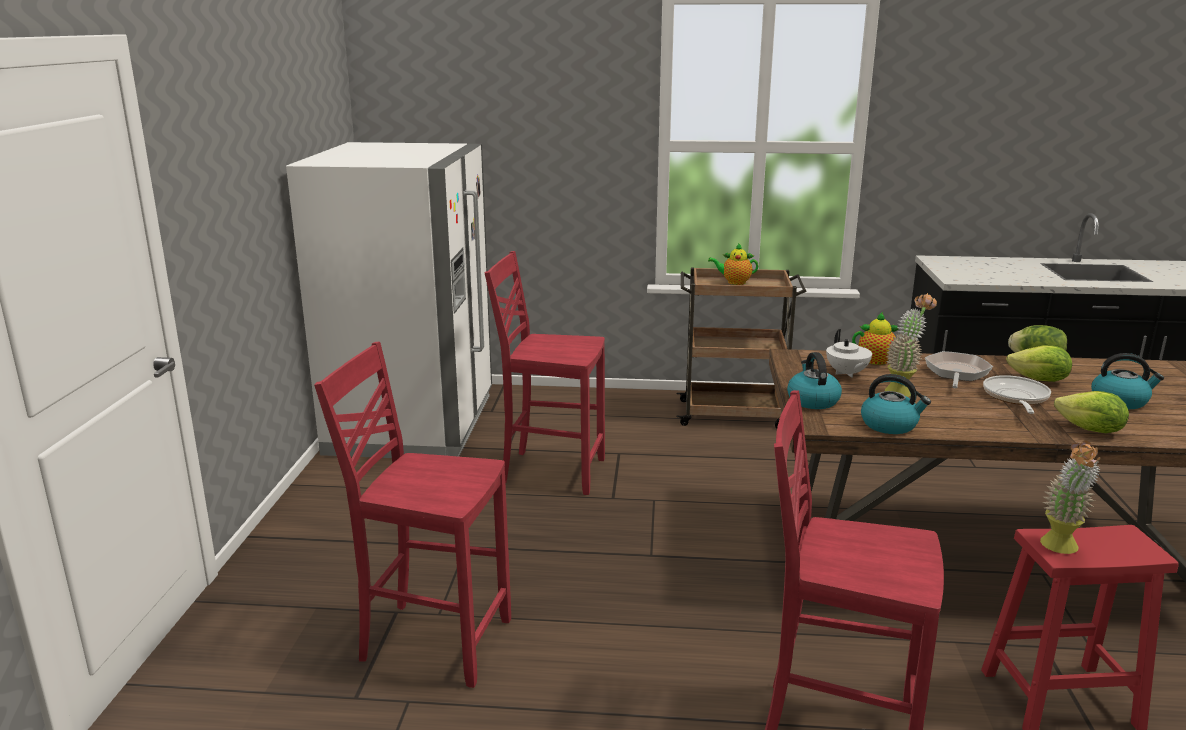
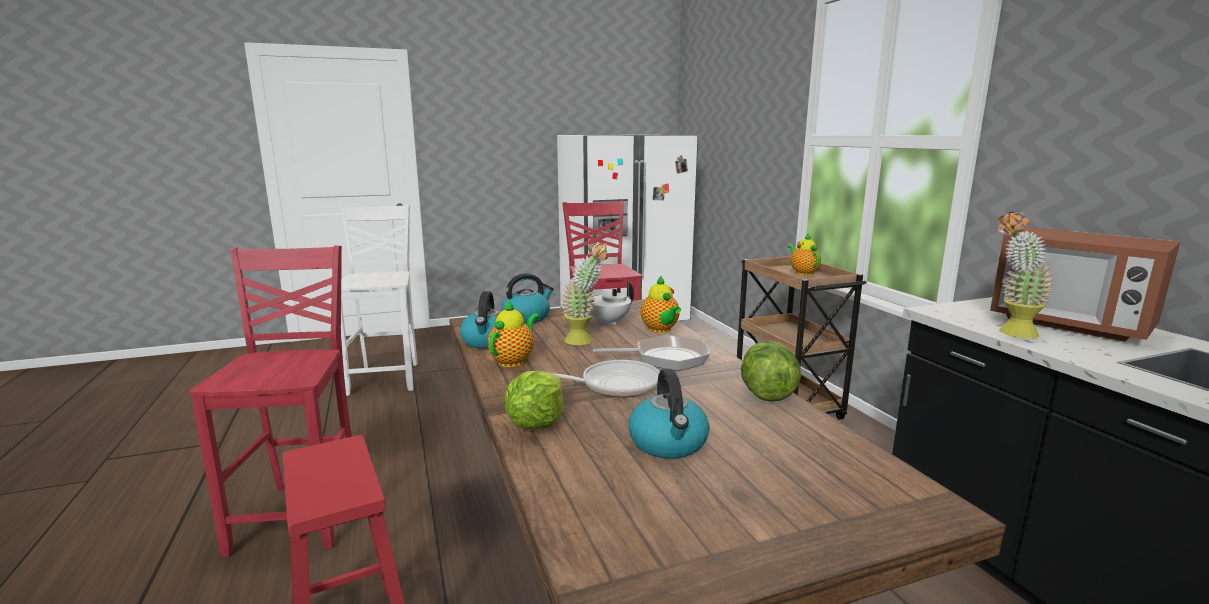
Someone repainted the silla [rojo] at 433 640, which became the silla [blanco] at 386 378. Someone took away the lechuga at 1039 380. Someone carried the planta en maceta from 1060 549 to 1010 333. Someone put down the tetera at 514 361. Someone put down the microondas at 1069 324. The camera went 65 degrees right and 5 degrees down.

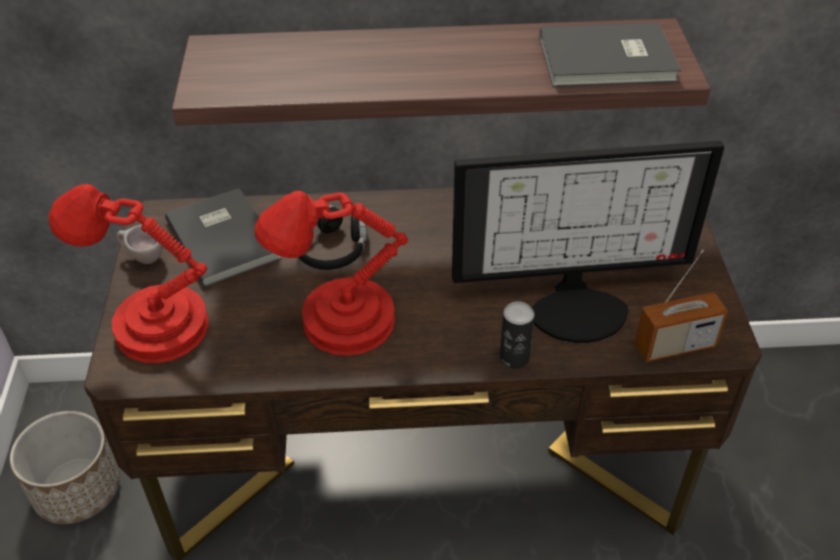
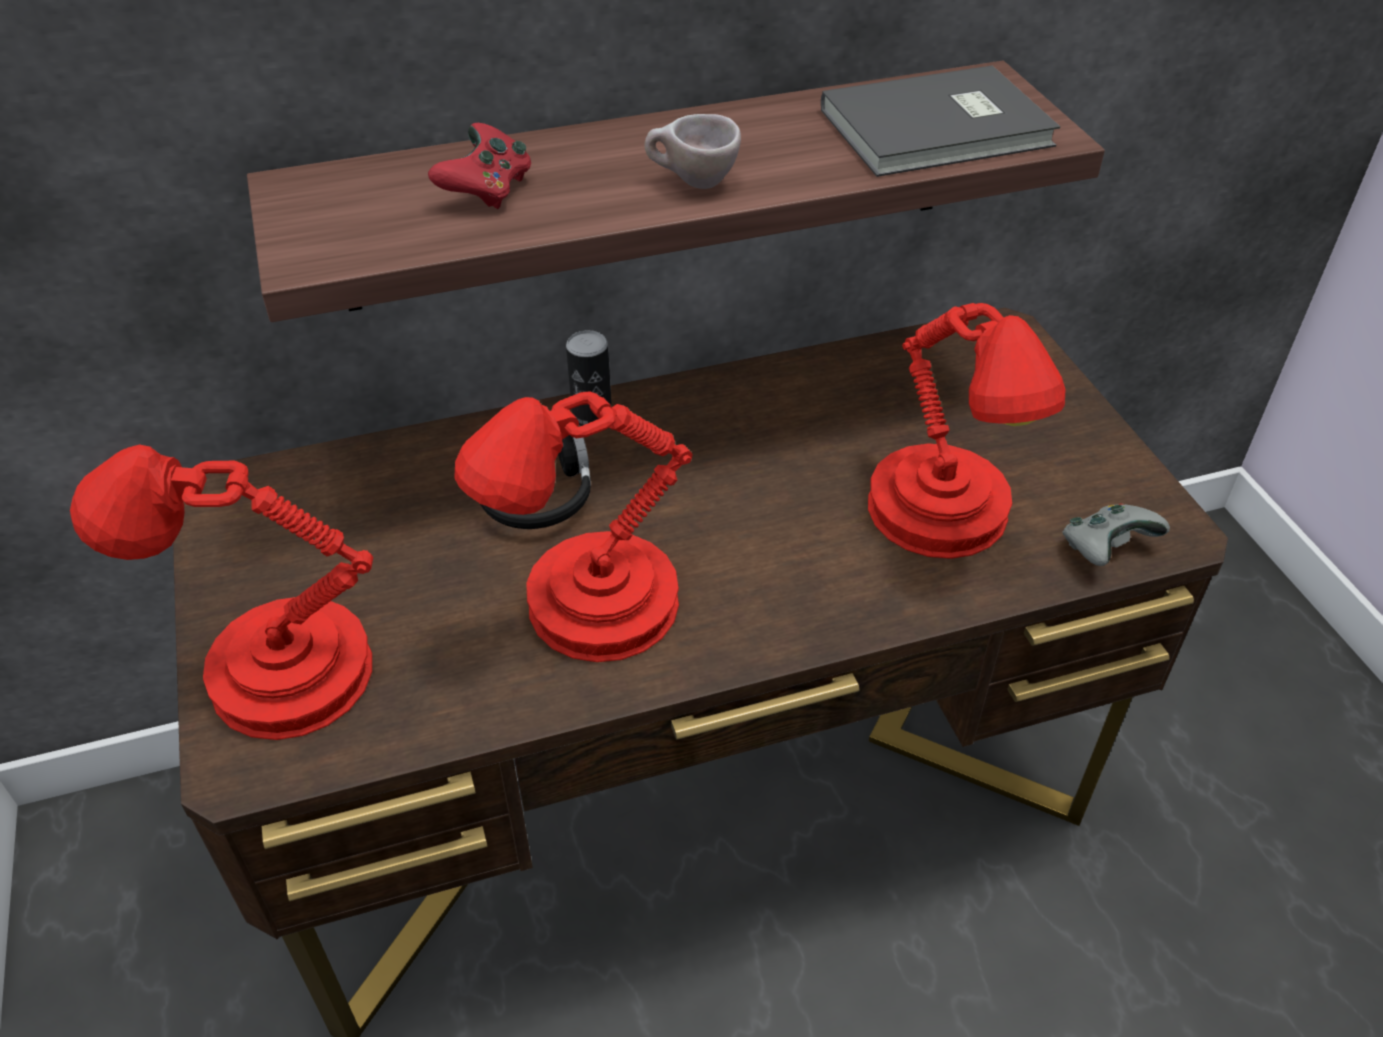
Someone took away the maceta at 78 490. Someone carried the taza [beis] from 144 258 to 692 183. Someone took away the libro [gris] at 225 237. Someone swapped the monitor at 578 307 for the lámpara de mesa [rojo] at 944 516. Someone carried the lata from 514 358 to 592 416. Someone swapped the radio at 675 346 for the mando de consola [gris] at 1105 549. Someone put down the mando de consola [rojo] at 487 190. The camera went 15 degrees left and 0 degrees up.

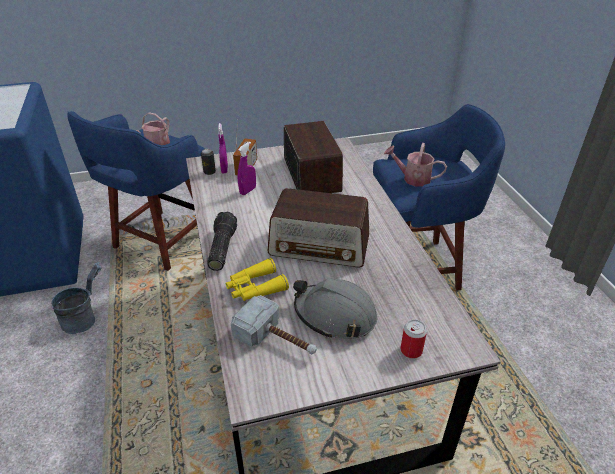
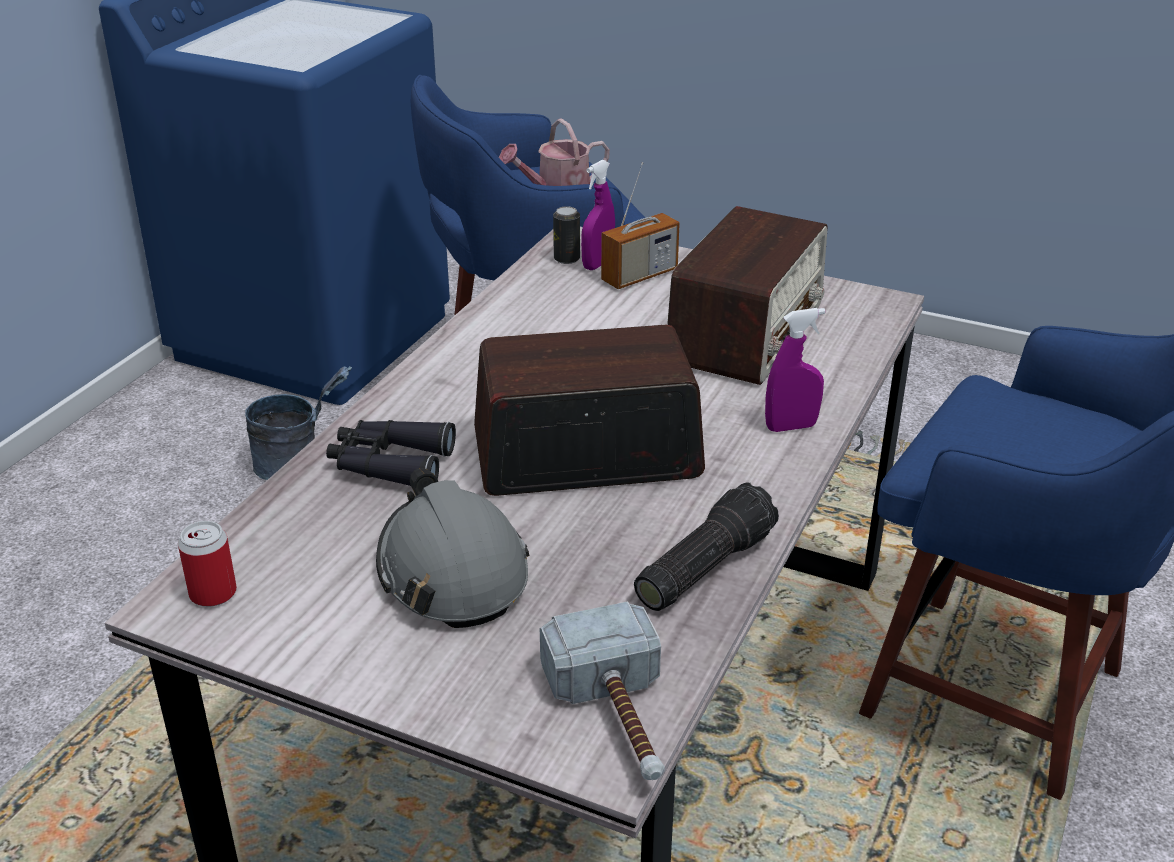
Someone carried the linterna from 221 248 to 702 566. Someone repainted the prismáticos [amarillo] at 255 288, which became the prismáticos [negro] at 389 464. Someone carried the martillo from 277 340 to 618 719. Someone carried the pulverizador [morado] from 248 191 to 791 427. Someone rotated the radio at 320 246 by 120 degrees clockwise. Someone took away the regadera at 412 178. Someone carried the lata from 411 350 to 213 593. The camera went 40 degrees right and 5 degrees down.

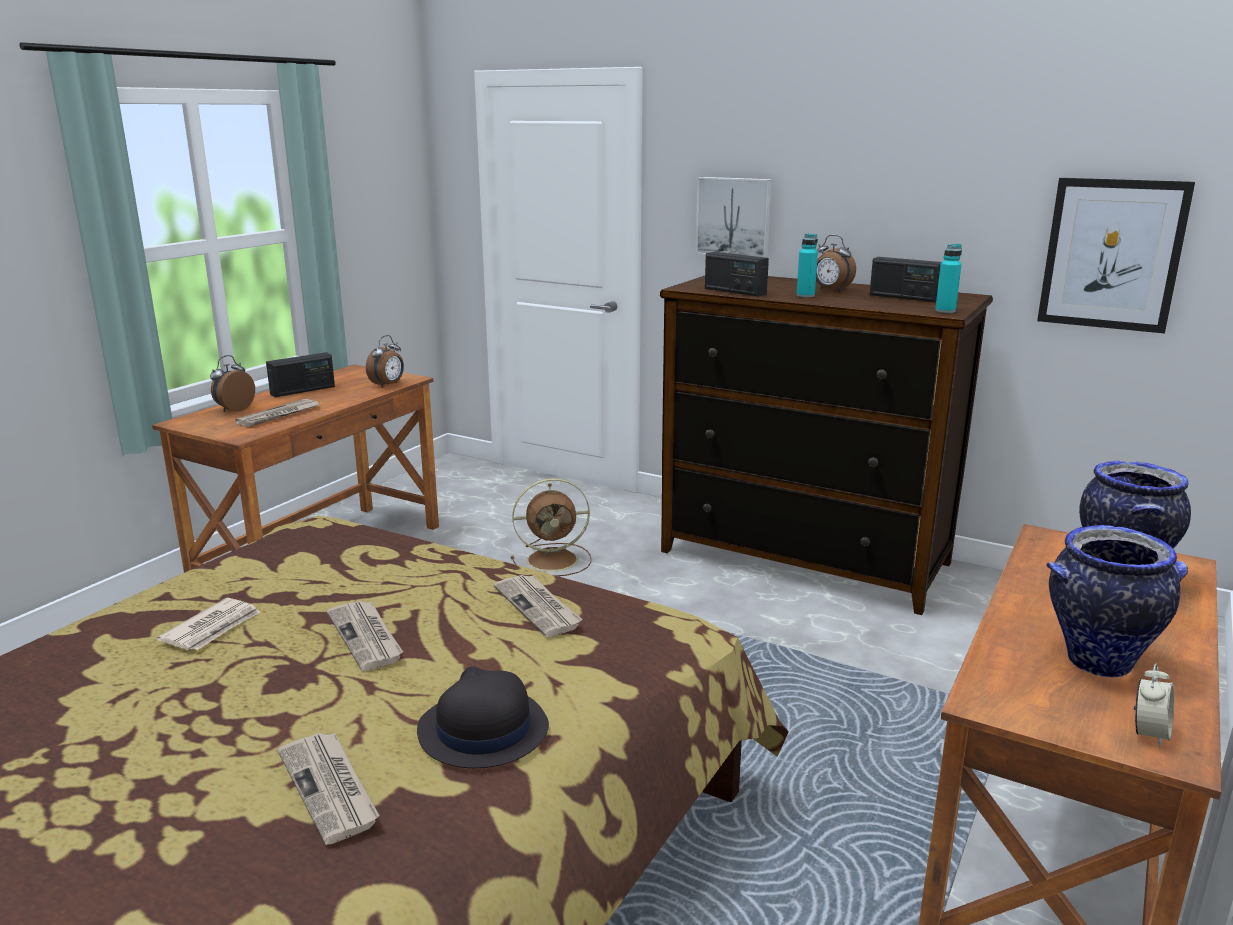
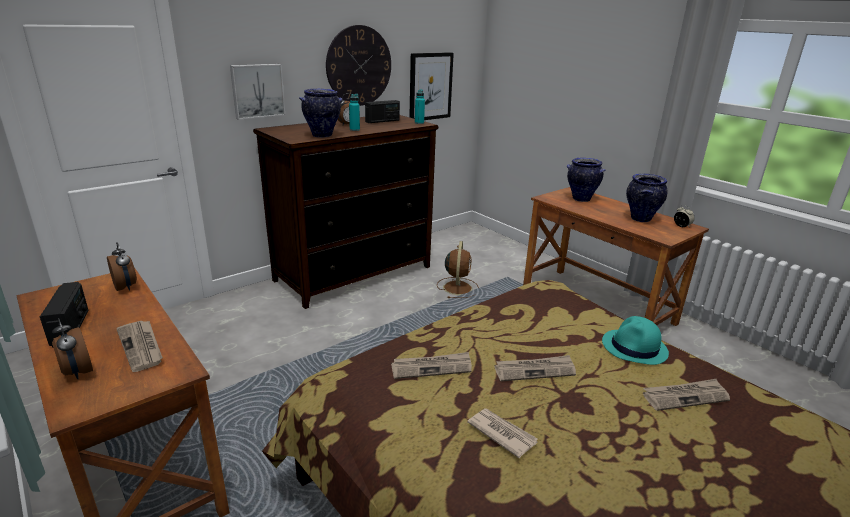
Someone repainted the sombrero [negro] at 482 730, which became the sombrero [turquesa] at 634 348. Someone carried the periódico from 539 607 to 432 367. Someone carried the ventilador [marrón] from 554 560 to 457 287. Someone swapped the radio at 734 291 for the florero at 322 135. Someone put up the reloj de pared at 359 66. The camera went 70 degrees left and 5 degrees up.

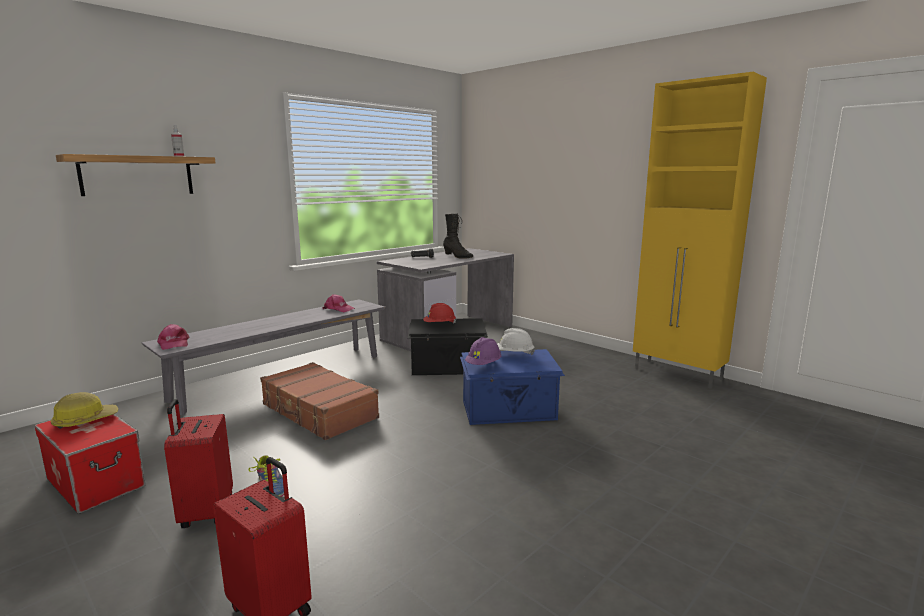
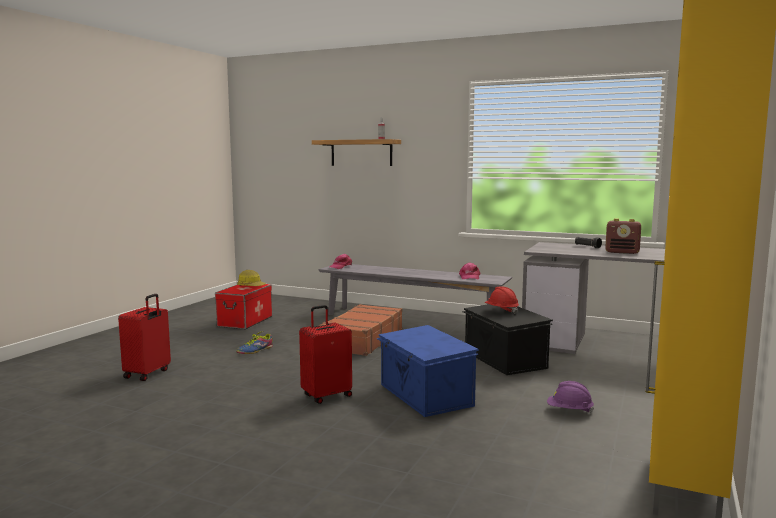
Someone carried the maleta [rojo] from 205 512 to 326 395. Someone swapped the bota [negro] at 457 257 for the radio at 622 252. Someone carried the casco [morado] from 483 365 to 569 411. Someone took away the casco [blanco] at 514 354. The camera went 70 degrees right and 5 degrees down.

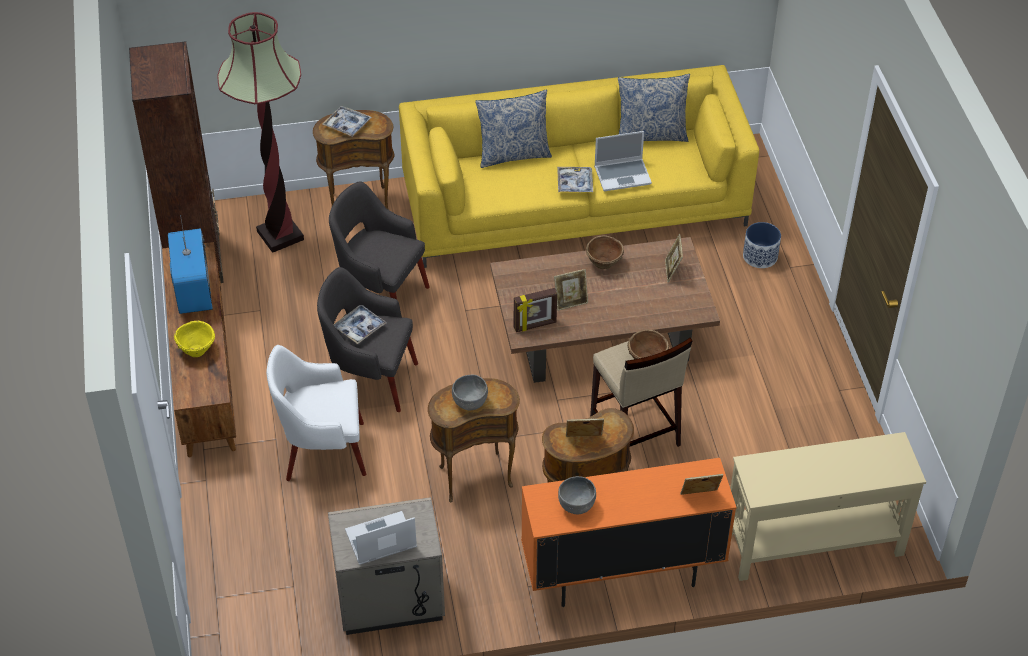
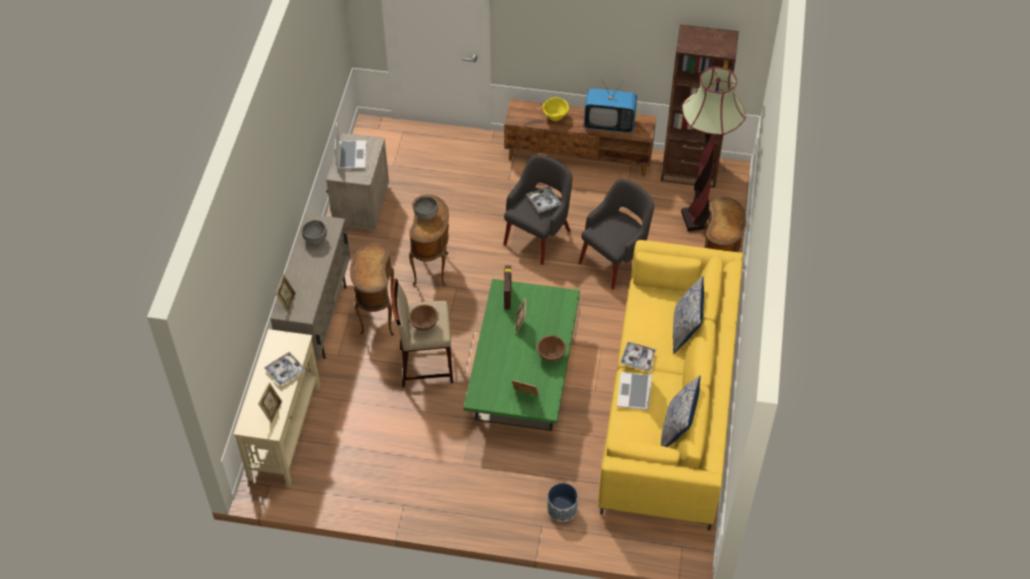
Someone took away the sillón [blanco] at 323 451. Someone carried the bandeja from 347 125 to 285 371. Someone repainted the mesa de centro [marrón] at 602 334, which became the mesa de centro [verde] at 524 376. Someone repainted the armario [naranja] at 622 574, which became the armario [beis] at 318 320. Someone carried the portarretratos from 584 440 to 272 410. The camera went 110 degrees right and 5 degrees up.

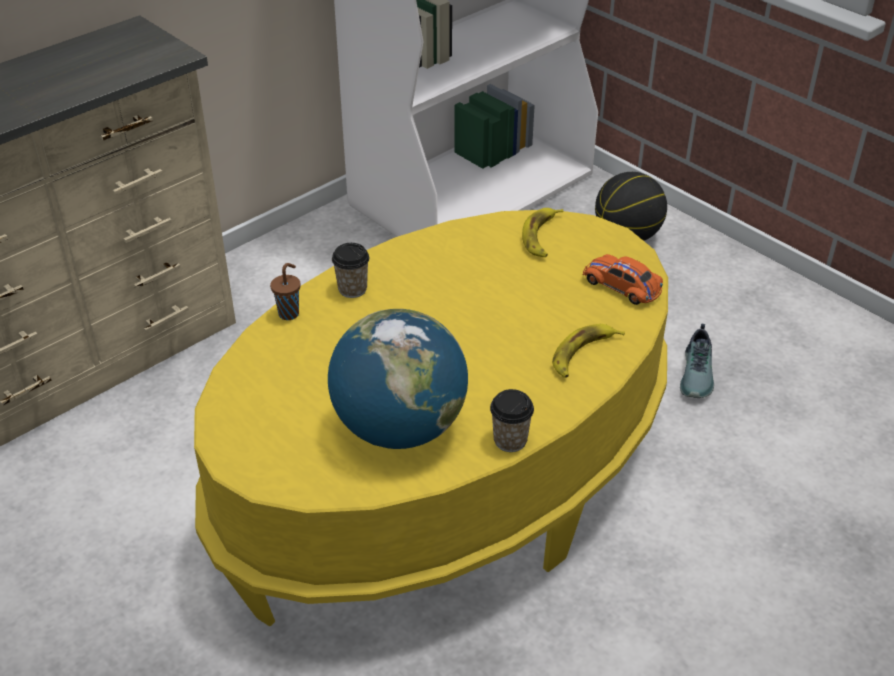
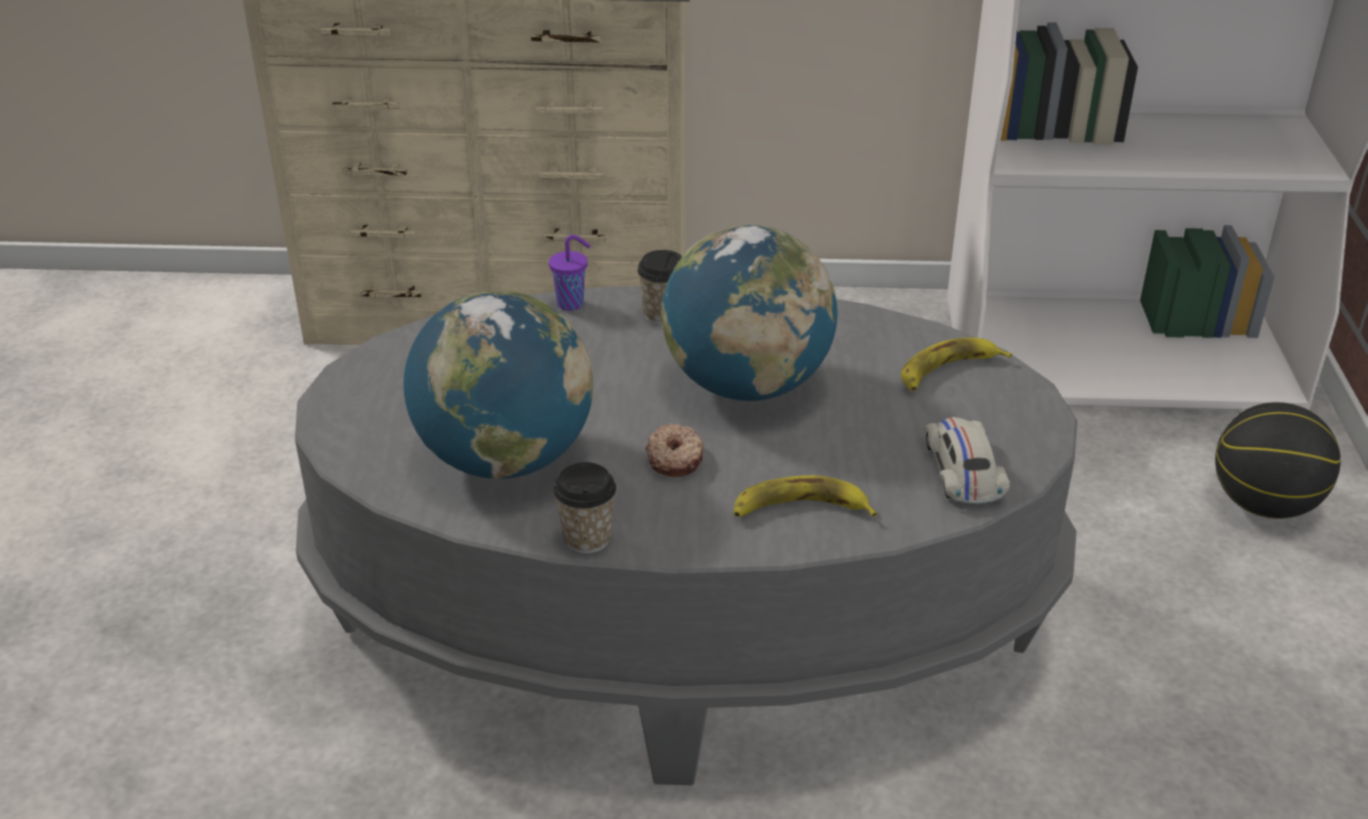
Someone repainted the mesa de centro [amarillo] at 446 478, which became the mesa de centro [gris] at 683 620. Someone repainted the taza [marrón] at 289 313, which became the taza [morado] at 572 304. Someone repainted the coche de juguete [naranja] at 622 286, which became the coche de juguete [blanco] at 962 471. Someone took away the zapato at 698 374. Someone put down the rosquilla at 676 458. Someone put down the globo terráqueo at 747 385. The camera went 45 degrees right and 5 degrees down.

